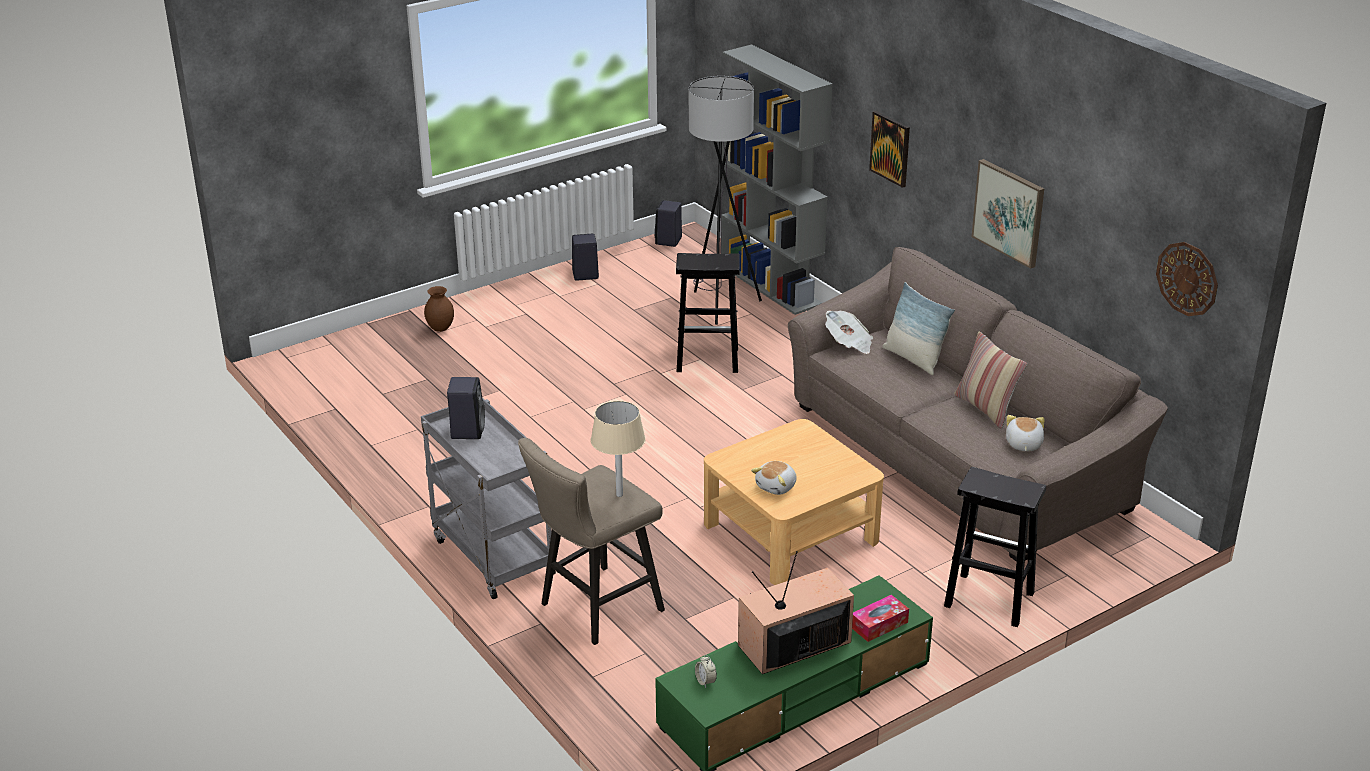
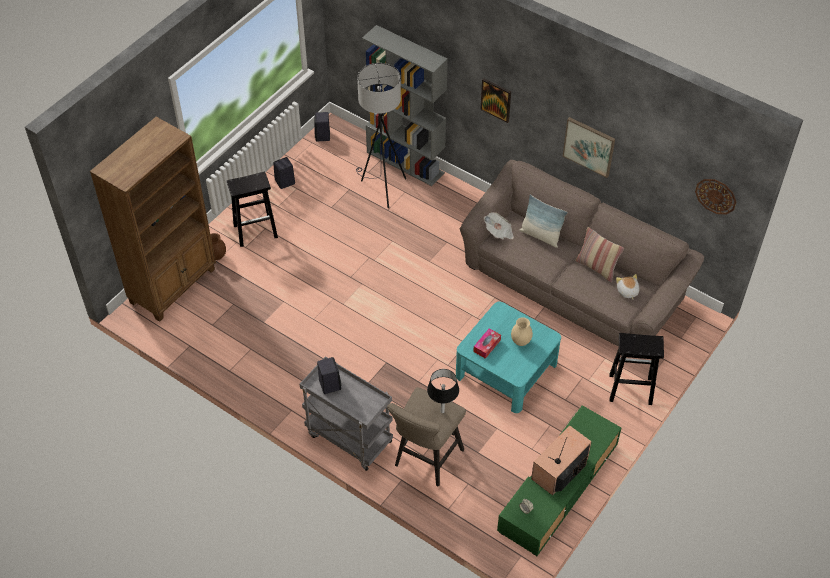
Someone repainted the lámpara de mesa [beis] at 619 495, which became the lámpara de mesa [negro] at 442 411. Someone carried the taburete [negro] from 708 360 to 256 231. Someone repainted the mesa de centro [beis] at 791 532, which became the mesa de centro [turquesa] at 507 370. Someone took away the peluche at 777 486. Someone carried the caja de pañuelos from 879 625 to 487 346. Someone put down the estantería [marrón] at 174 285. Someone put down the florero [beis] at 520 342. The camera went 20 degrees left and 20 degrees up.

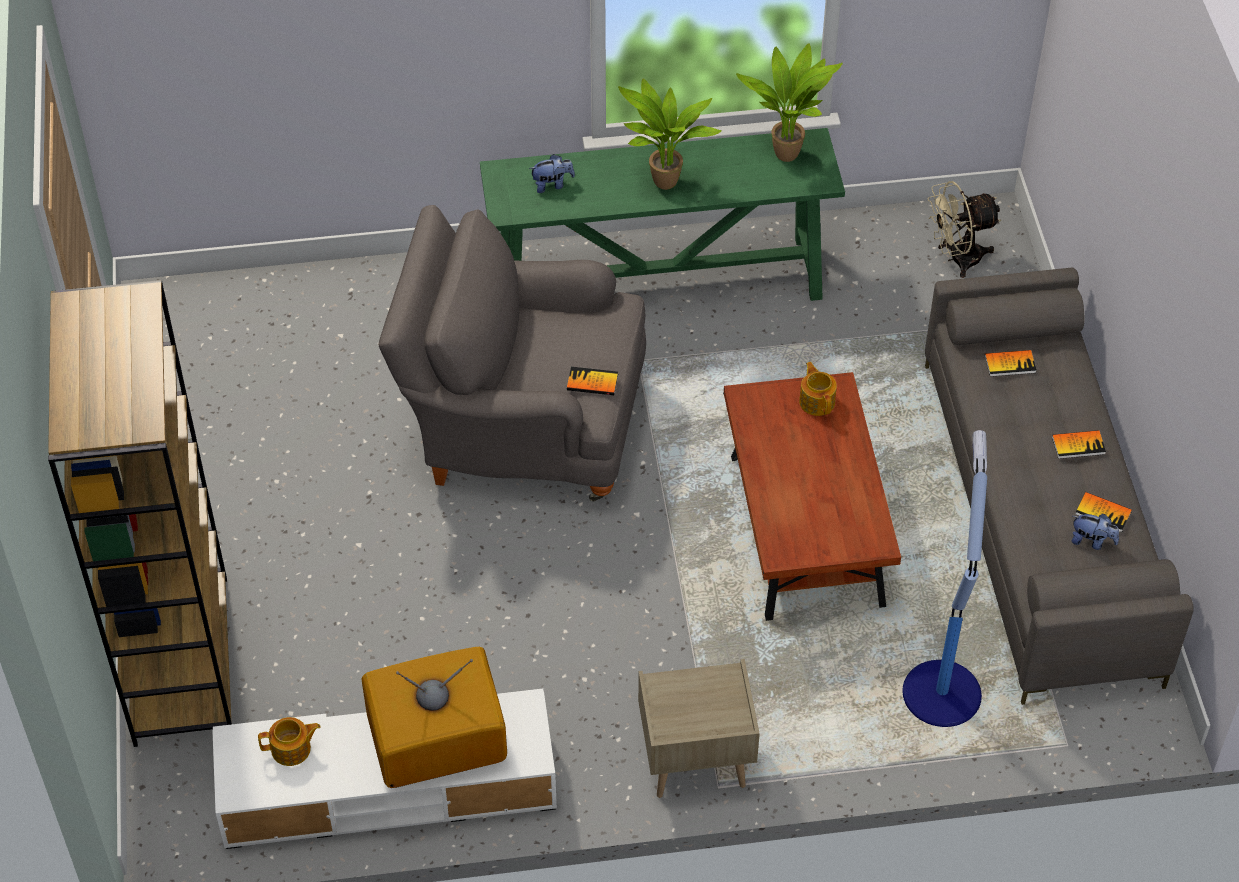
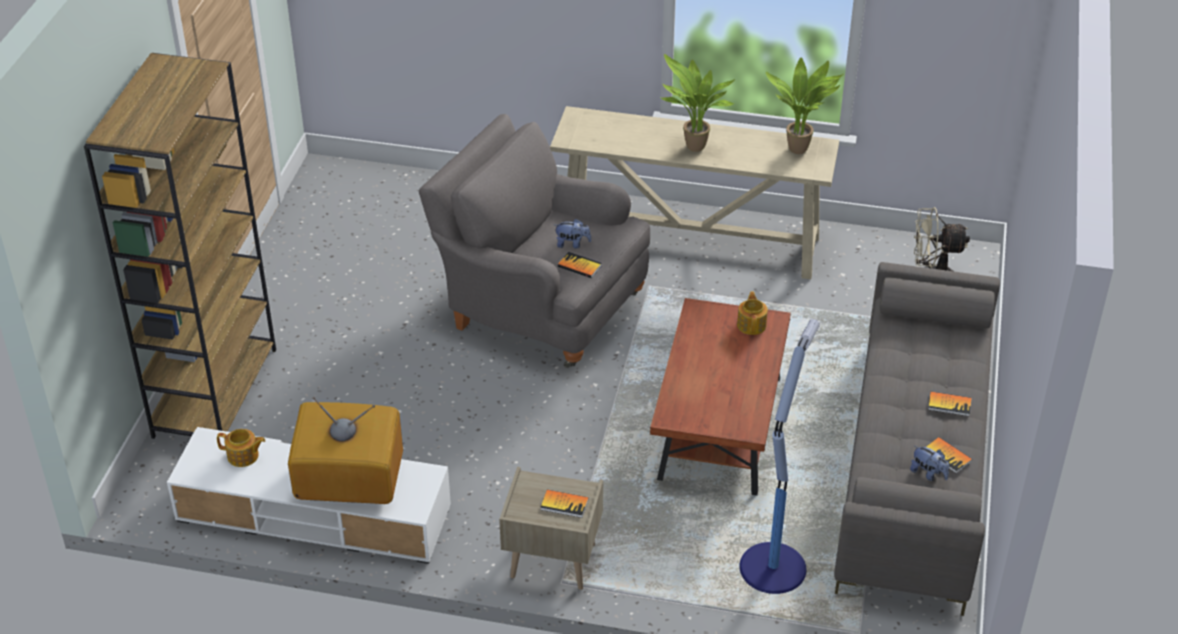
Someone repainted the mesa consola [verde] at 661 284, which became the mesa consola [beis] at 691 241. Someone carried the peluche from 552 184 to 572 244. Someone carried the libro from 1010 364 to 564 504. The camera went 20 degrees right and 10 degrees down.

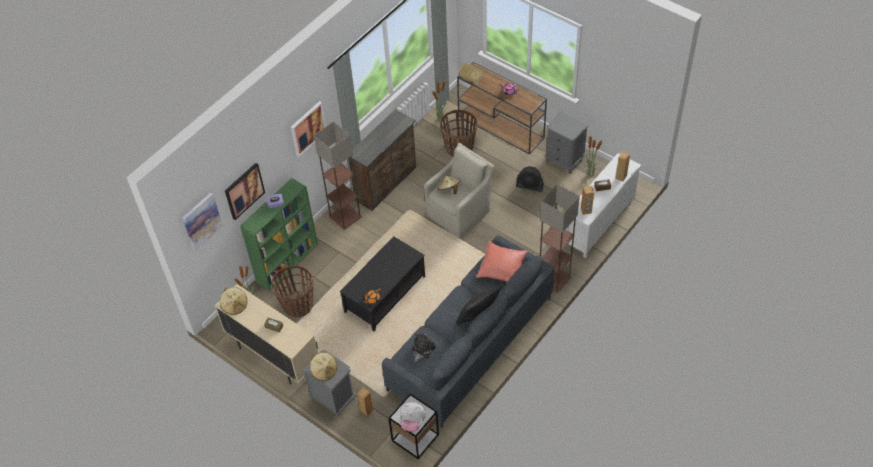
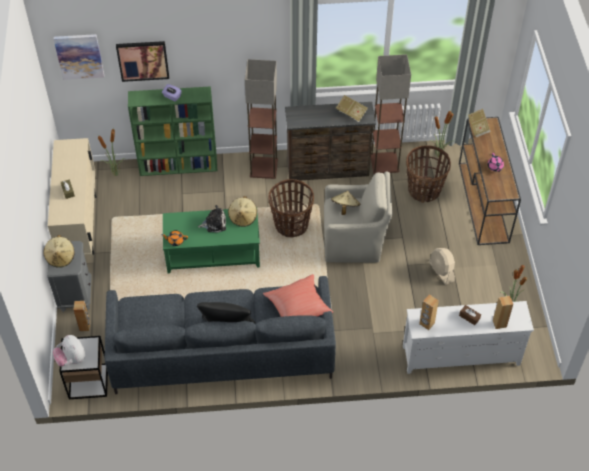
Someone carried the sombrero [beis] from 235 305 to 243 217. Someone carried the cesta from 297 305 to 291 224. Someone took away the cuadro at 308 128. Someone repainted the mesa de centro [negro] at 385 294, which became the mesa de centro [verde] at 213 254. Someone carried the peluche from 422 349 to 214 223. Someone repainted the ventilador [negro] at 529 186, which became the ventilador [beis] at 441 271. Someone carried the lámpara de pie from 554 279 to 384 163. Someone took away the mesita de noche [gris] at 564 160. Someone put down the libro at 351 113. The camera went 45 degrees right and 0 degrees up.

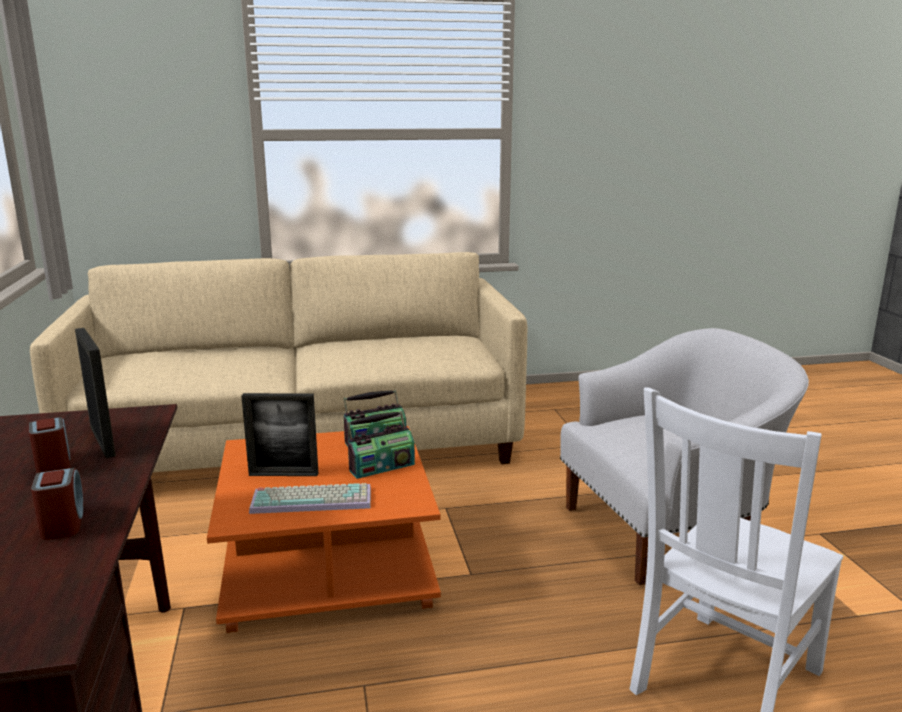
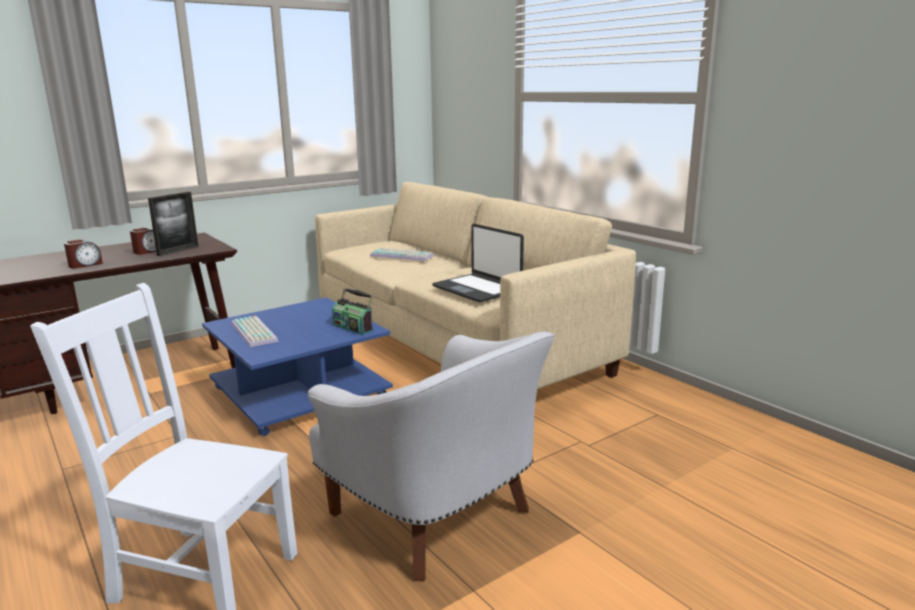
Someone repainted the mesa de centro [naranja] at 330 562, which became the mesa de centro [azul] at 302 392. Someone took away the portarretratos at 283 474. Someone took away the radio at 381 467. Someone put down the teclado at 403 255. Someone put down the portátil at 477 289. The camera went 65 degrees right and 0 degrees up.

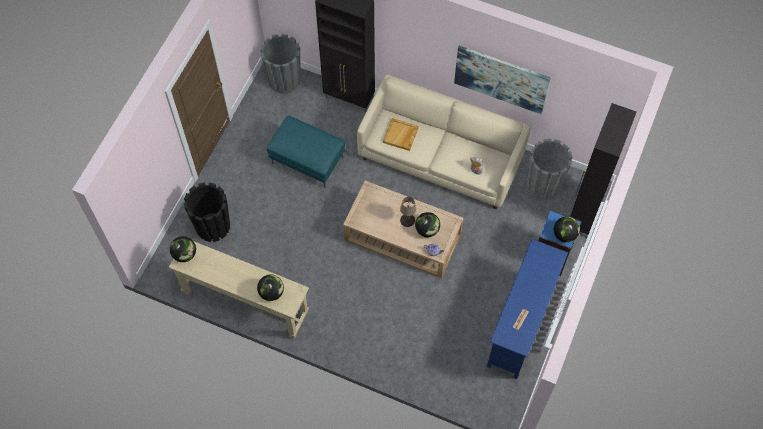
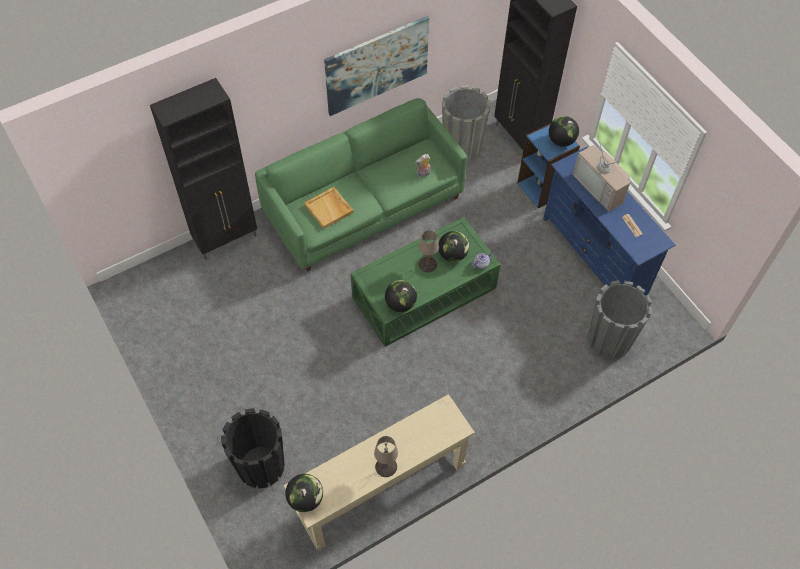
Someone carried the globo terráqueo from 271 292 to 400 304. Someone carried the maceta [gris] from 284 80 to 609 339. Someone took away the puf [turquesa] at 307 160. Someone repainted the mesa de centro [beis] at 403 236, which became the mesa de centro [verde] at 424 292. Someone repainted the sofá [beis] at 441 156, which became the sofá [verde] at 364 205. Someone put down the lámpara de mesa [beis] at 386 466. Someone put down the televisor at 601 187. The camera went 55 degrees left and 5 degrees down.

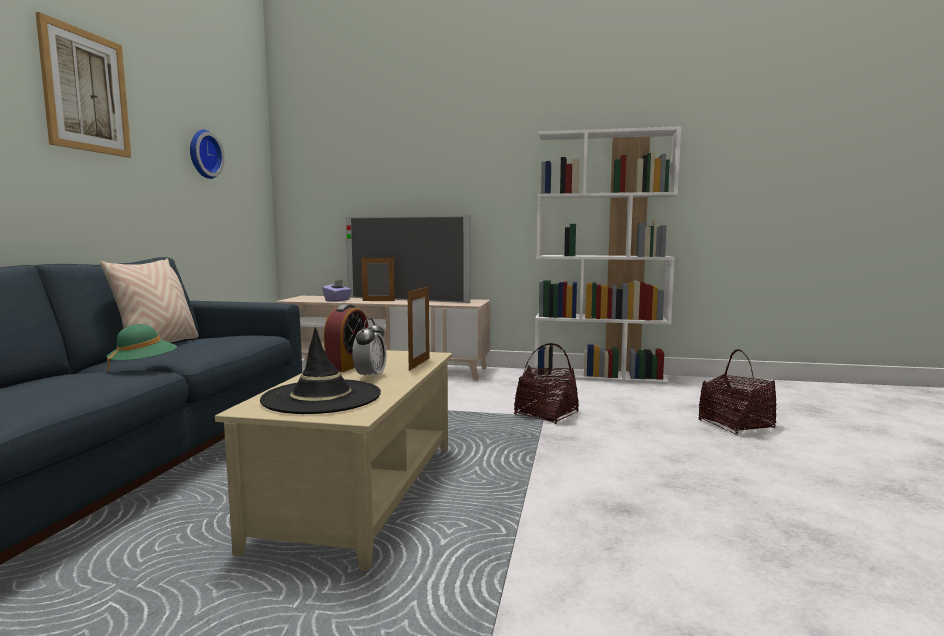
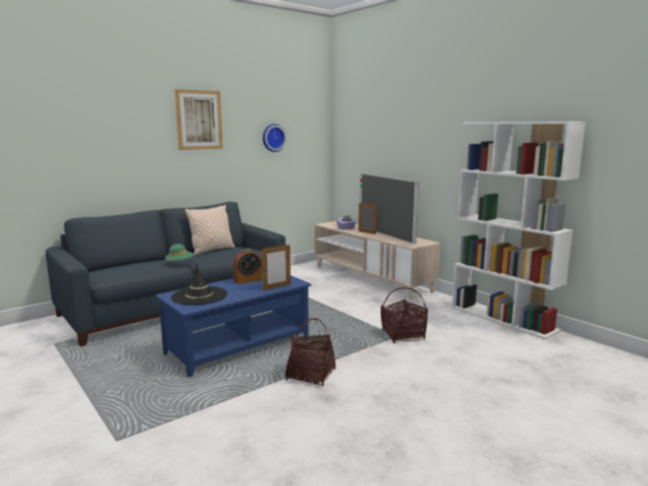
Someone repainted the mesa de centro [beis] at 359 492, which became the mesa de centro [azul] at 238 346. Someone took away the despertador at 370 376. Someone carried the cesta from 735 424 to 311 375. The camera went 40 degrees right and 5 degrees up.

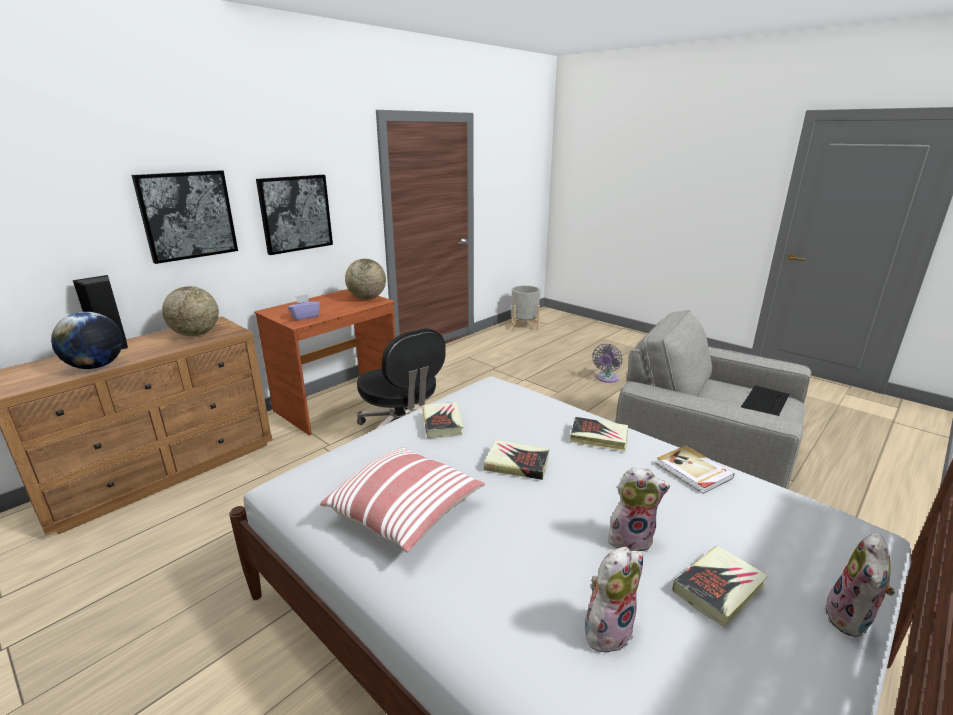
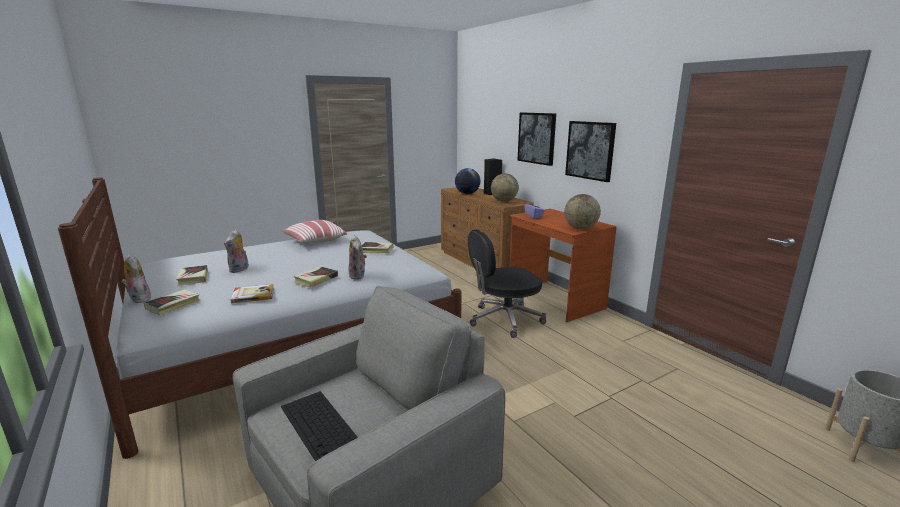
Someone carried the libro from 516 464 to 173 305. Someone carried the peluche from 607 629 to 358 276. Someone took away the ventilador [gris] at 606 379. The camera went 105 degrees right and 5 degrees down.

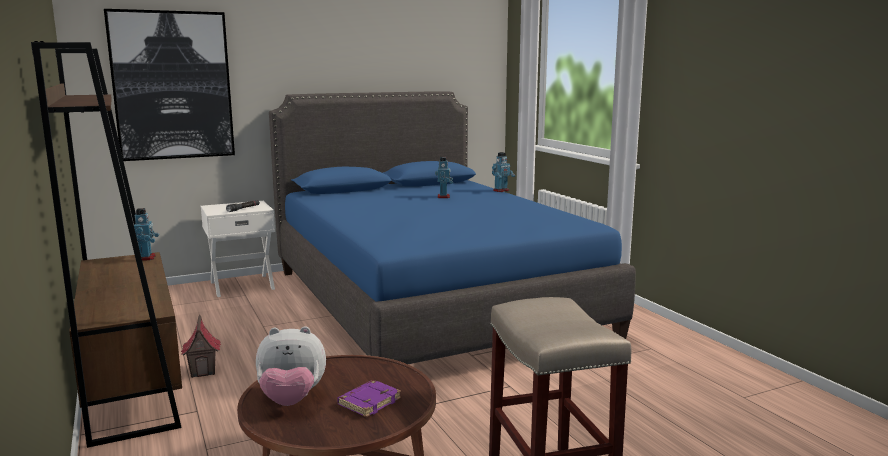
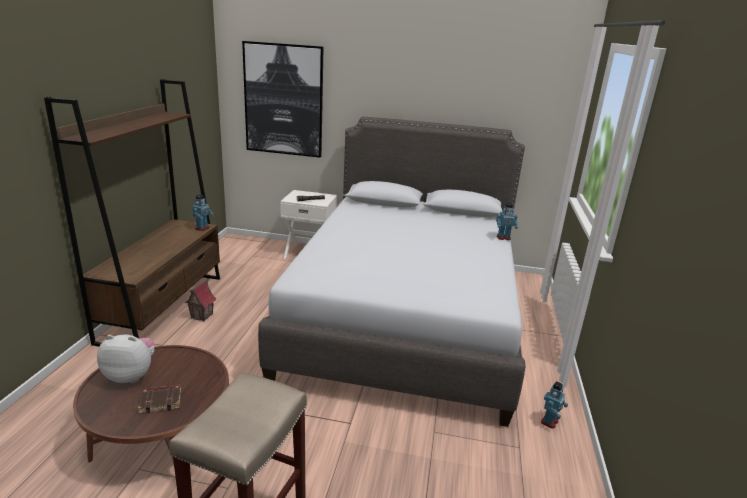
Someone rotated the peluche at 291 400 by 150 degrees clockwise. Someone repainted the cama [azul] at 430 302, which became the cama [gris] at 405 315. Someone repainted the libro [morado] at 369 402, which became the libro [marrón] at 161 401. Someone carried the robot de juguete from 444 197 to 549 422. The camera went 35 degrees right and 10 degrees up.

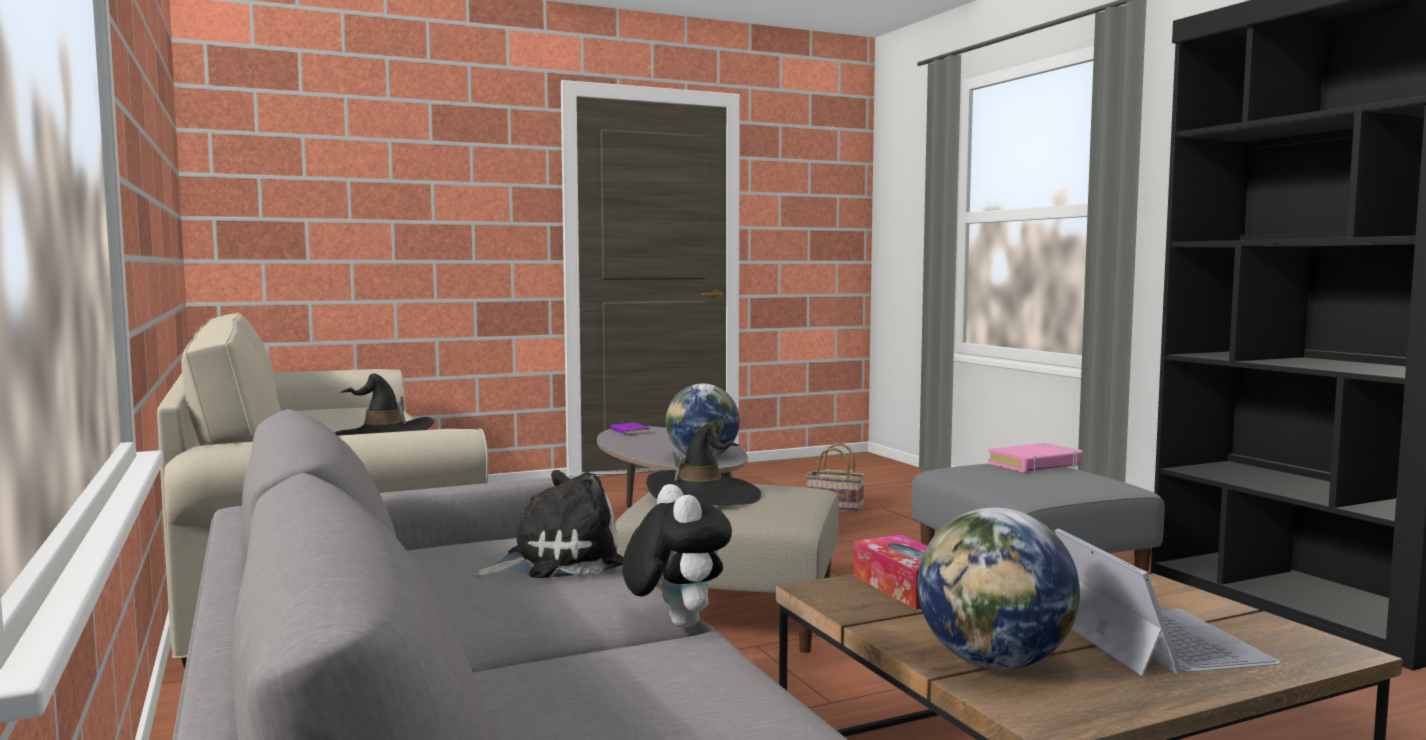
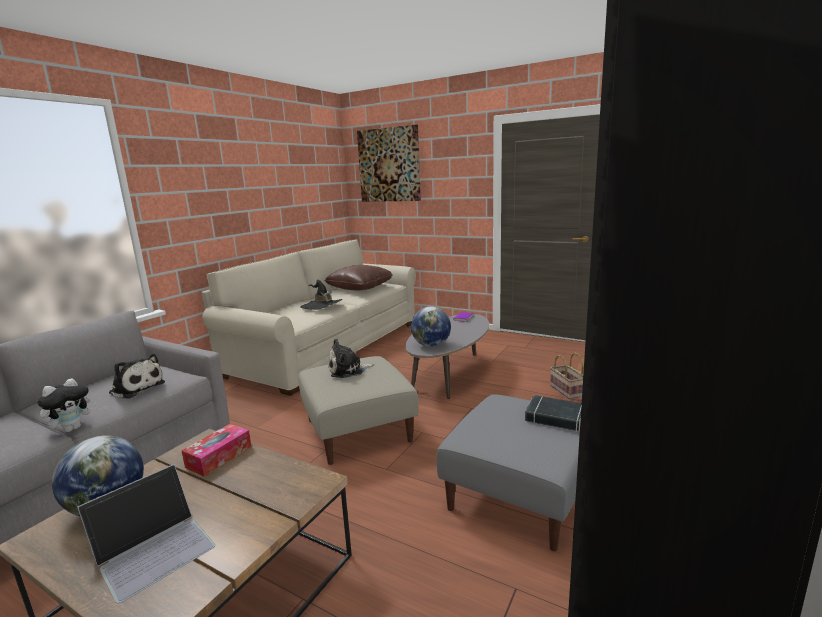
Someone swapped the sombrero [negro] at 703 496 for the peluche at 348 370. Someone repainted the libro [rosa] at 1035 464, which became the libro [negro] at 558 418. Someone put down the cojín [marrón] at 360 288. Someone put up the cuadro at 389 165. The camera went 55 degrees right and 10 degrees up.

